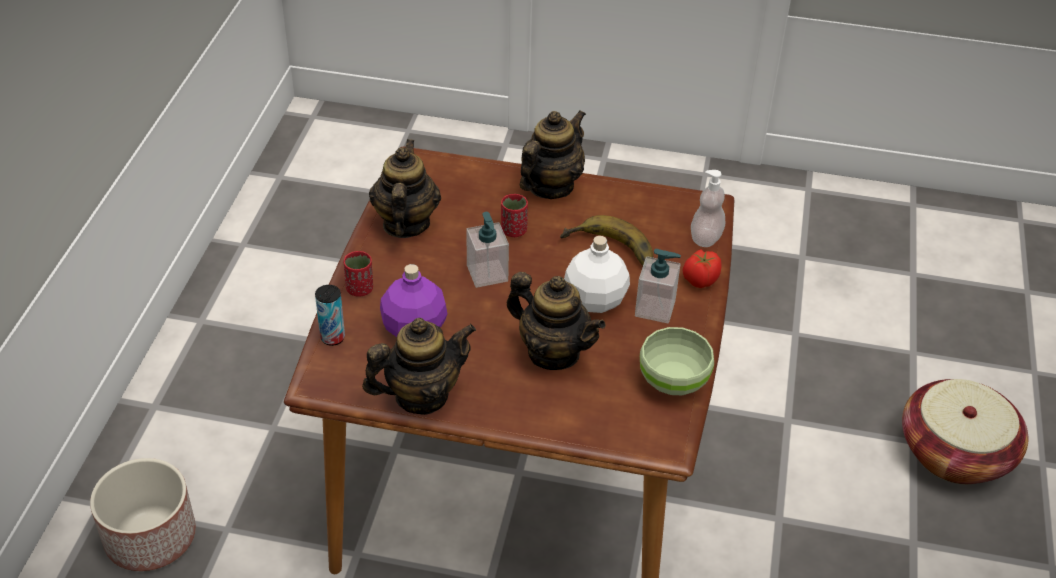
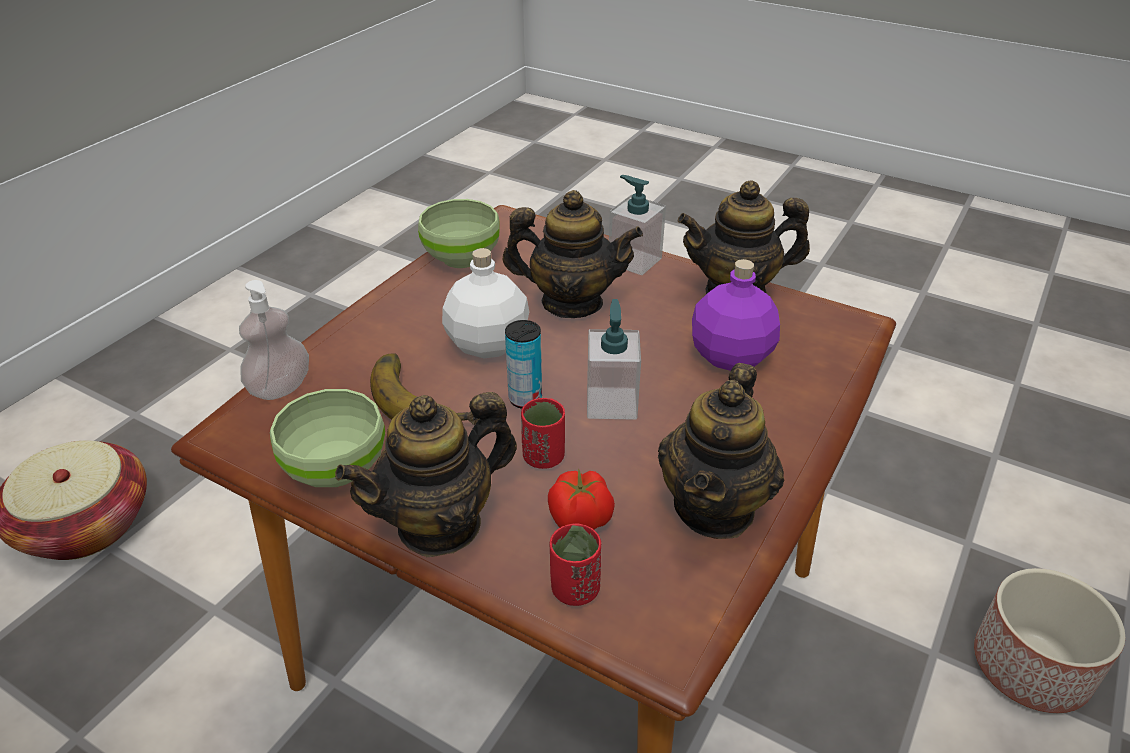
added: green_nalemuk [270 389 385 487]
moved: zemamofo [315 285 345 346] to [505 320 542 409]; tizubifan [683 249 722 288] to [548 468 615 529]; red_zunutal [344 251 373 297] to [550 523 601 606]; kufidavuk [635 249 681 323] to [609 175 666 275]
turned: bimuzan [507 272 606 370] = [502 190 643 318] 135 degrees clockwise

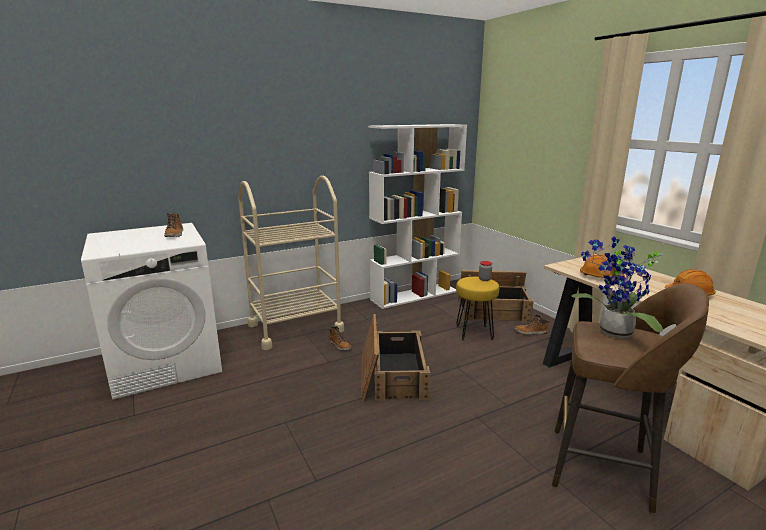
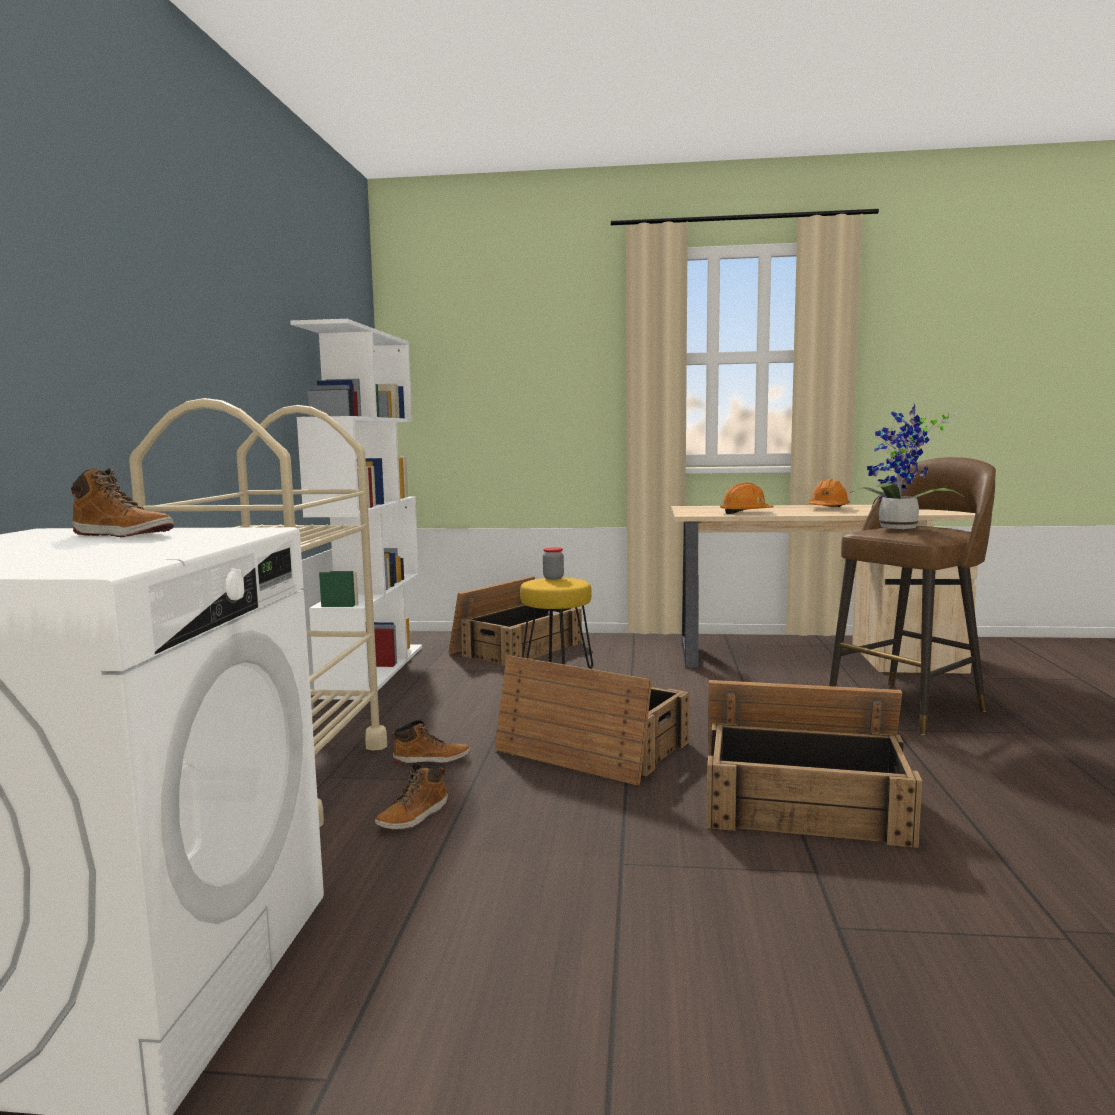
added: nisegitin [706 680 922 848]
moved: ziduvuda [515 315 549 335] to [375 764 448 830]

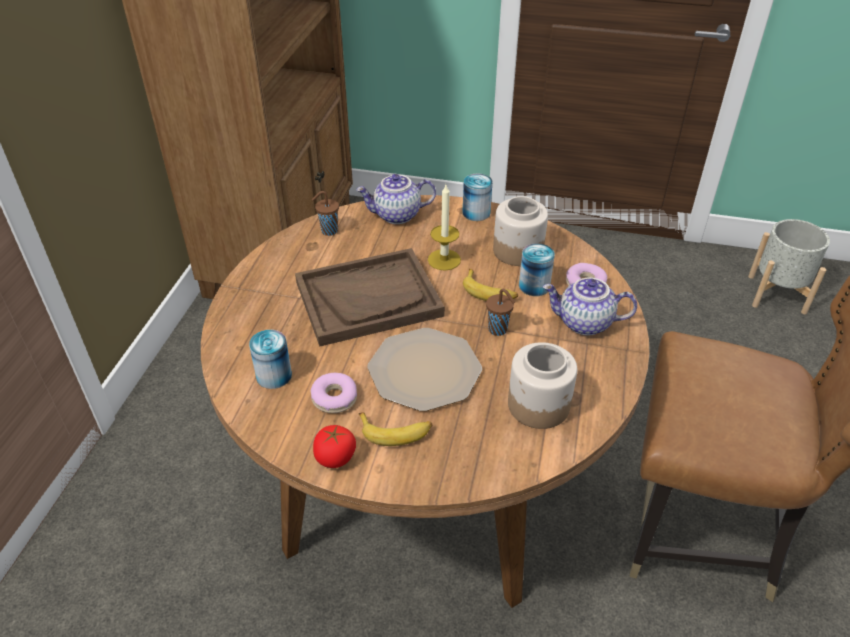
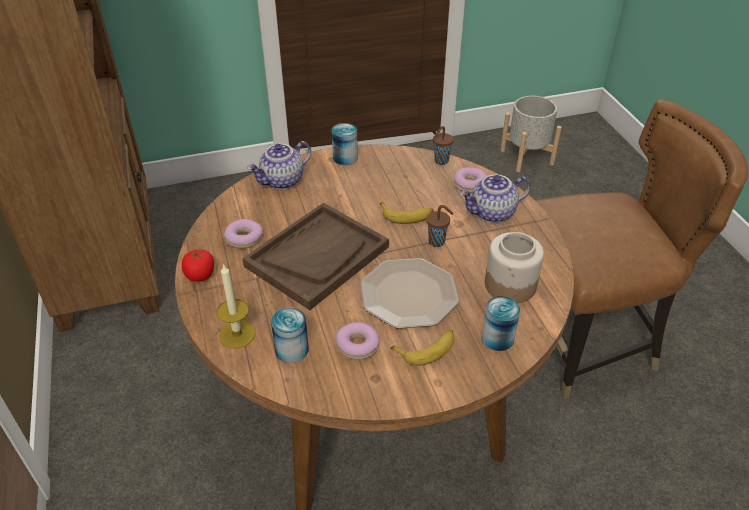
removed: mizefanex [493 196 548 266]
added: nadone [224 219 263 248]
moved: tizubifan [313 425 356 468] to [182 250 214 282]; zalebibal [428 185 461 271] to [217 263 256 348]; brown_zunutal [312 191 339 236] to [433 126 454 165]; zemamofo [519 243 555 296] to [481 296 520 351]

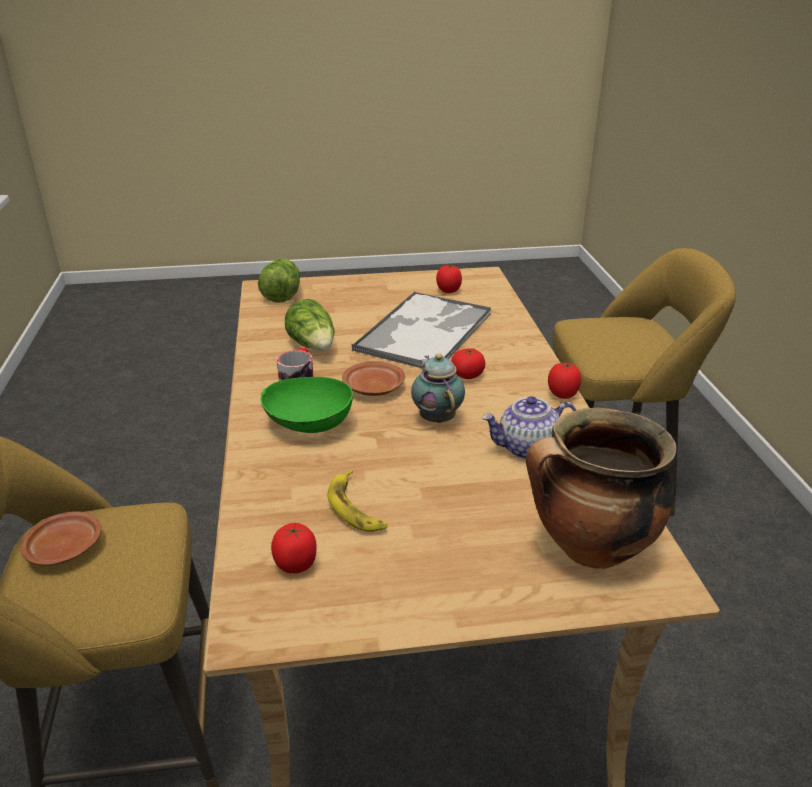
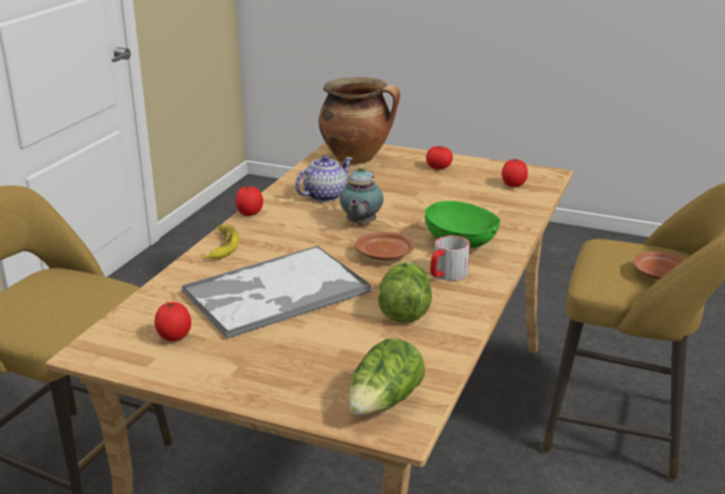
moved: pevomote [327 470 387 532] to [201 225 239 259]; tizubifan [451 348 485 379] to [426 146 453 169]
turned: bimuzan [482 396 576 459] = [295 155 353 202] 60 degrees counterclockwise

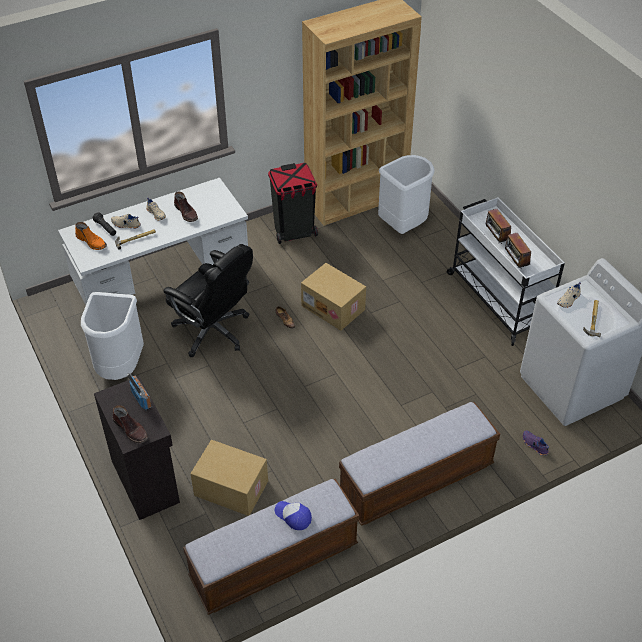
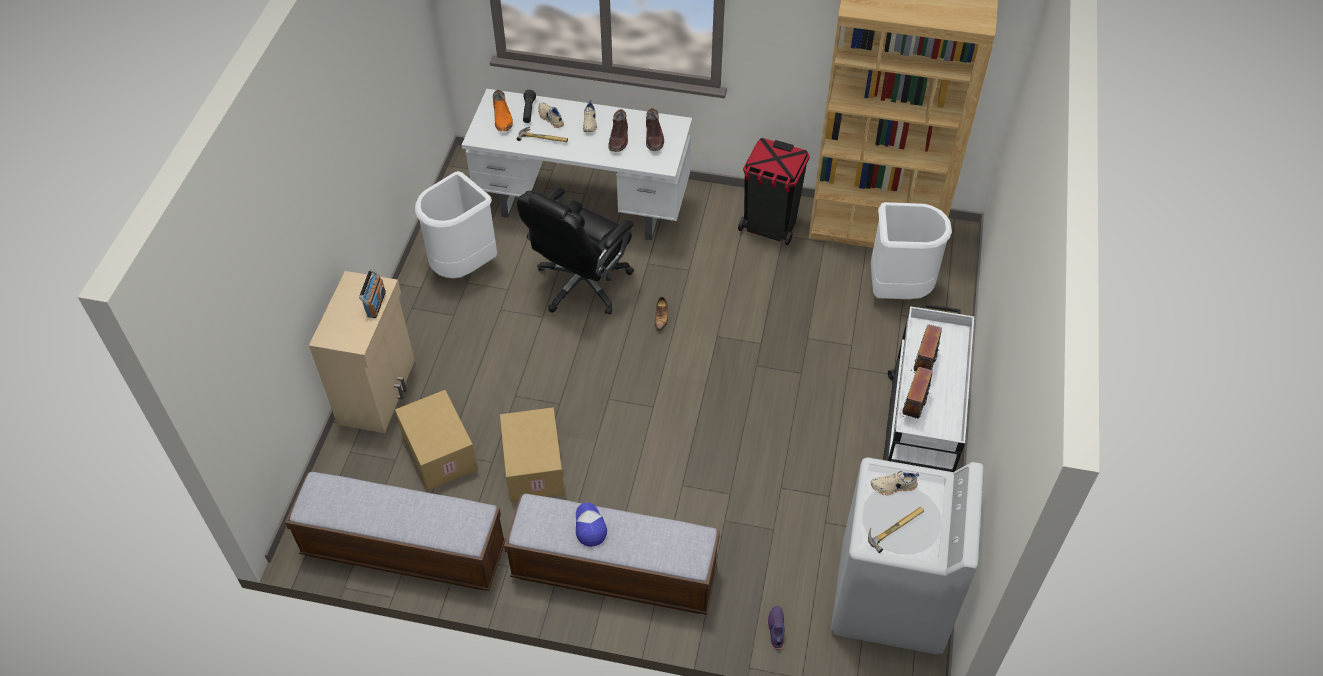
moved: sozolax [301 263 366 331] to [500 407 565 502]; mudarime [275 501 312 530] to [576 502 607 547]; brown_ziduvuda [113 405 148 443] to [646 108 664 151]
recoloured: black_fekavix [94 376 180 520] to beige_fekavix [309 271 415 433]
turned: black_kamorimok [163 244 253 357] = [517 187 634 314] 45 degrees clockwise

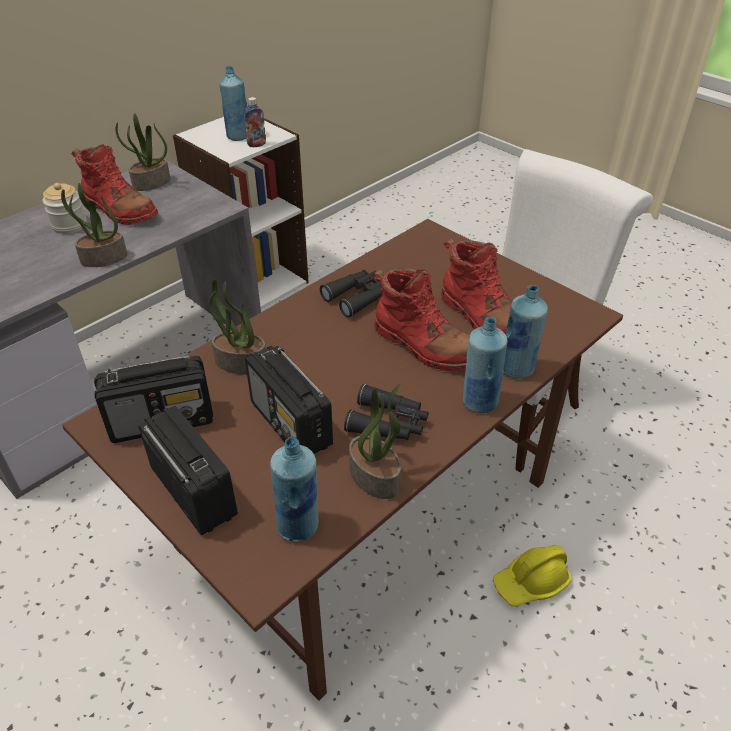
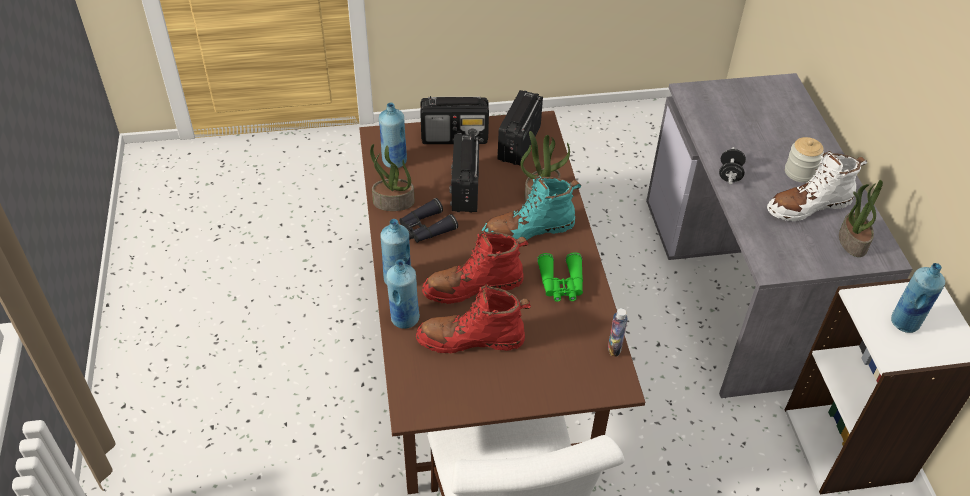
removed: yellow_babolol [493 545 572 606]
added: turquoise_ziduvuda [482 174 581 240]
moved: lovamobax [244 97 266 147] to [608 308 628 356]
replaced: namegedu [61 183 127 267] to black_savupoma [719 147 746 185]
recoloured: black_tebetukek [320 270 383 318] to green_tebetukek [537 252 583 302]; red_ziduvuda [71 144 158 225] to white_ziduvuda [767 151 867 222]
turned: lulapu [245 346 333 454] = [450 134 479 213] 90 degrees counterclockwise

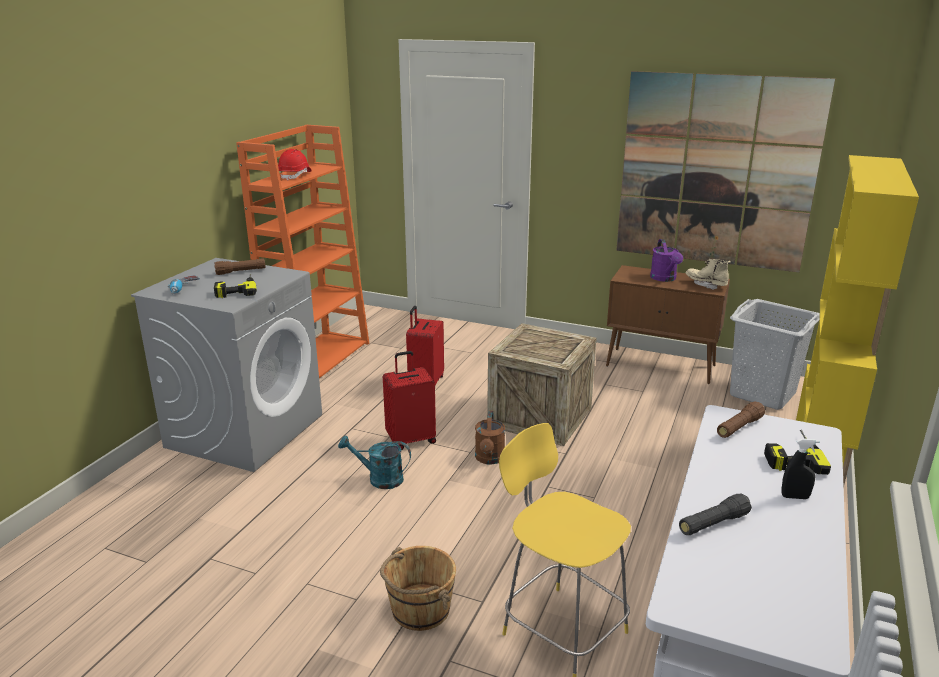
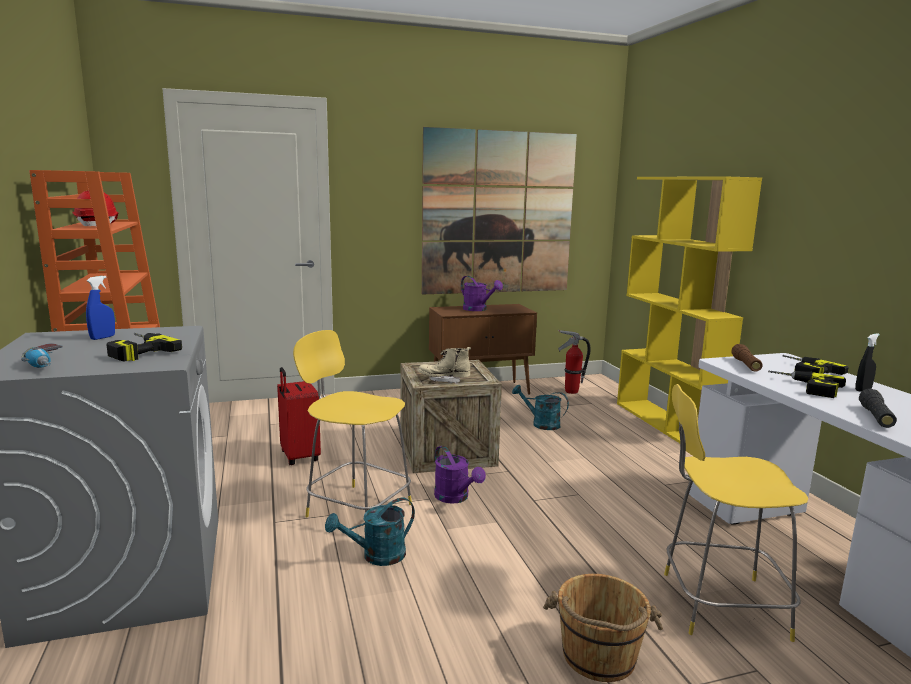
added: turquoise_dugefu [512 385 569 430]; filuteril [768 370 846 398]
moved: beige_ziduvuda [686 259 731 290] to [418 347 471 384]
replaced: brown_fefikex [214 258 265 275] to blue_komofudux [86 276 115 340]; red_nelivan [383 351 436 450] to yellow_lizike [293 330 412 517]; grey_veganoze [730 299 820 410] to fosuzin [558 330 591 394]
recoloured: brown_dugefu [475 411 505 465] to purple_dugefu [434 446 486 504]

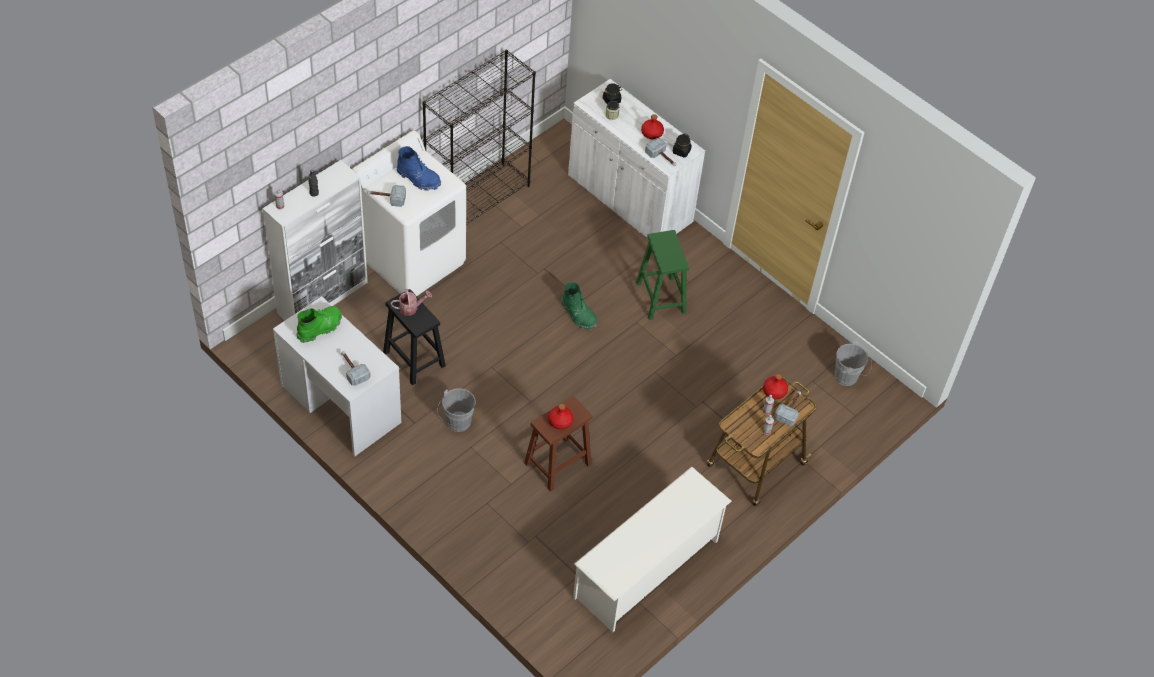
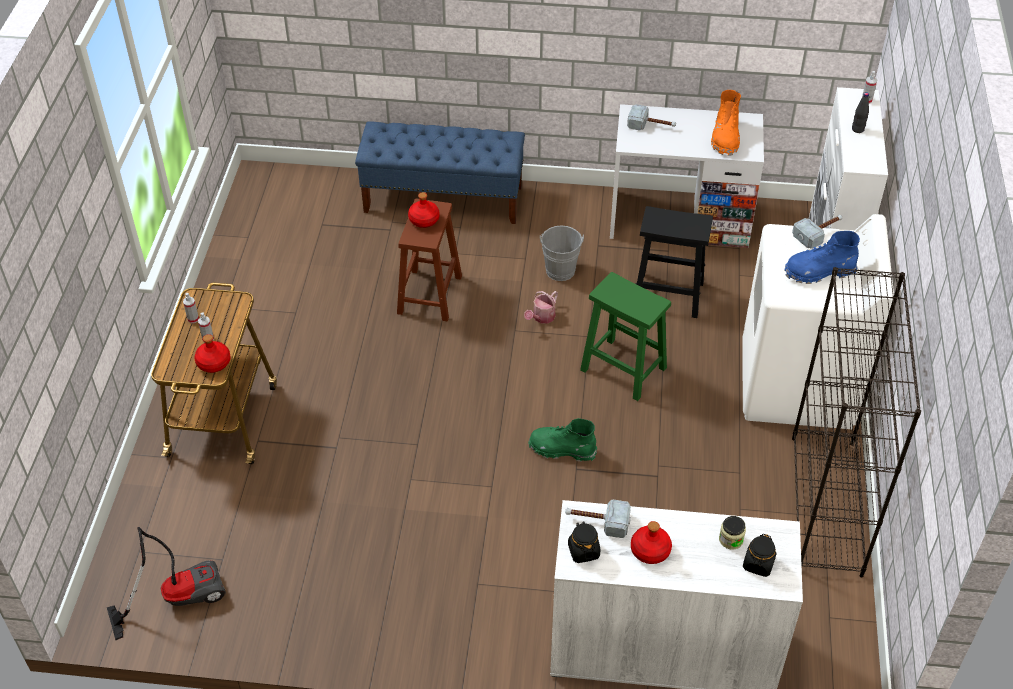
removed: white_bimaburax [573 467 731 632]; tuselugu [774 391 801 426]
added: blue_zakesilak [355 121 525 224]
moved: dugefu [391 289 432 316] to [524 291 558 324]; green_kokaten [636 230 689 320] to [580 272 671 401]
replaced: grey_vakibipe [835 341 872 386] to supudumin [107 527 226 640]
recoloured: green_ziduvuda [296 306 342 343] to orange_ziduvuda [711 90 741 156]

